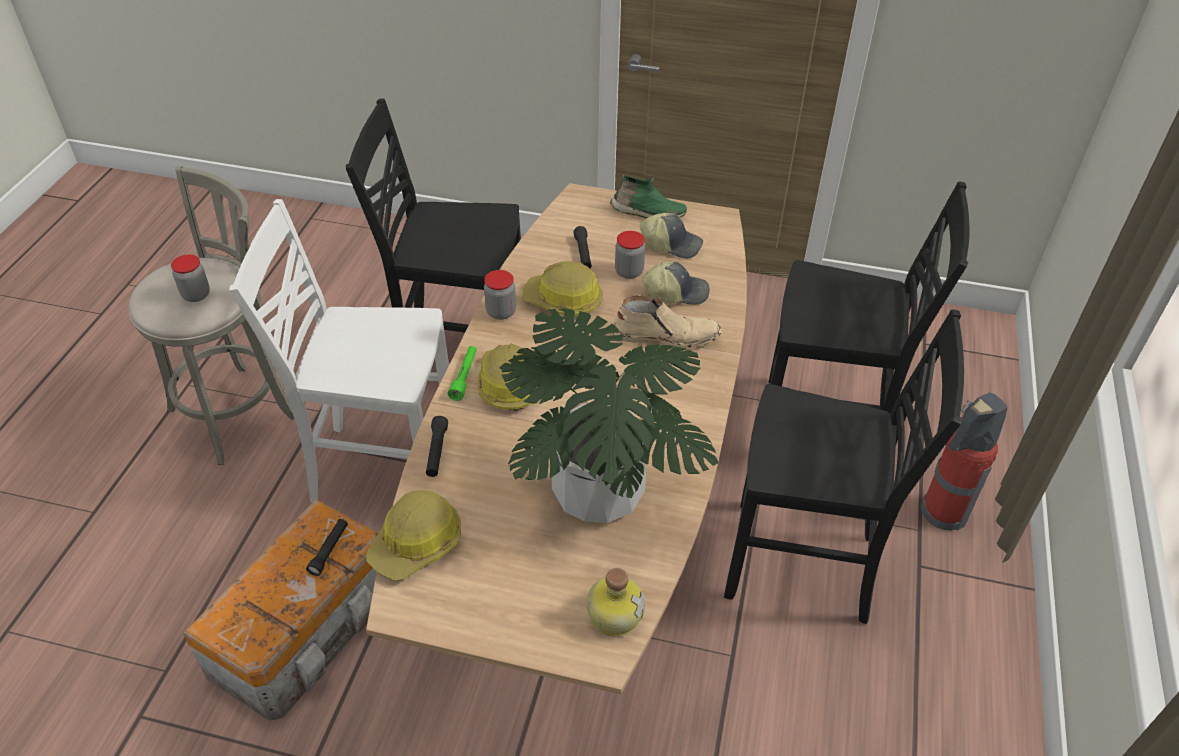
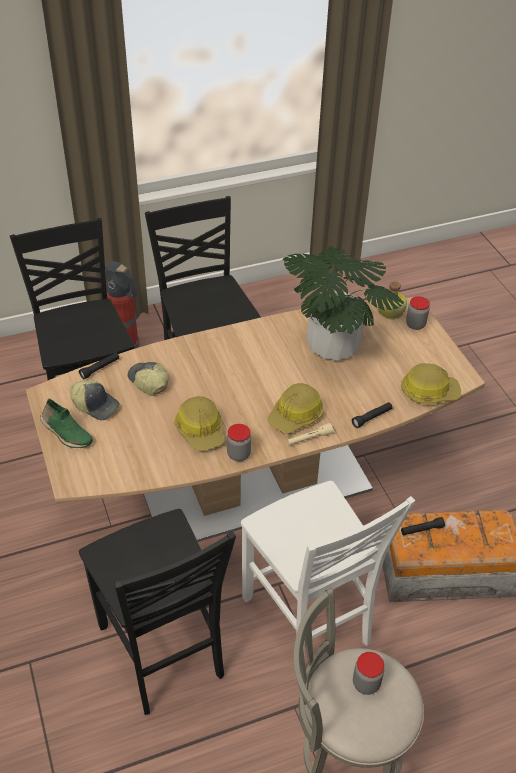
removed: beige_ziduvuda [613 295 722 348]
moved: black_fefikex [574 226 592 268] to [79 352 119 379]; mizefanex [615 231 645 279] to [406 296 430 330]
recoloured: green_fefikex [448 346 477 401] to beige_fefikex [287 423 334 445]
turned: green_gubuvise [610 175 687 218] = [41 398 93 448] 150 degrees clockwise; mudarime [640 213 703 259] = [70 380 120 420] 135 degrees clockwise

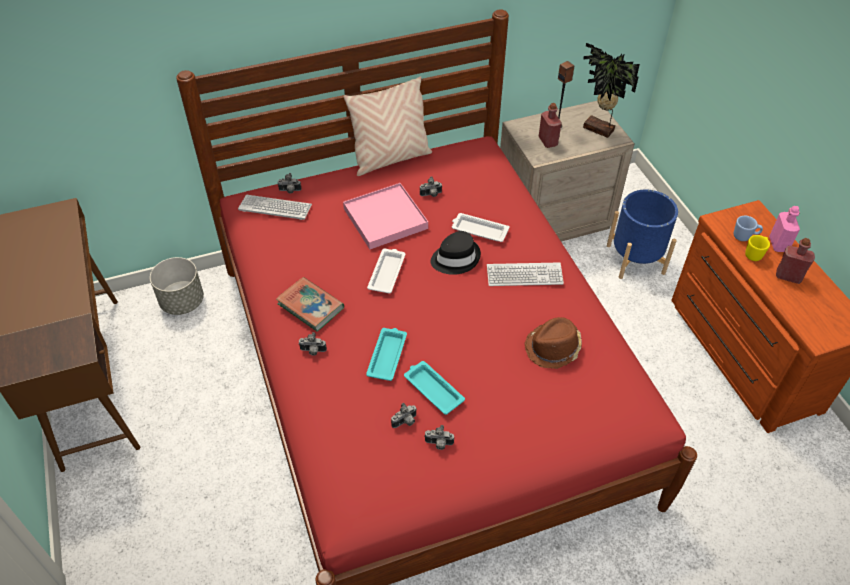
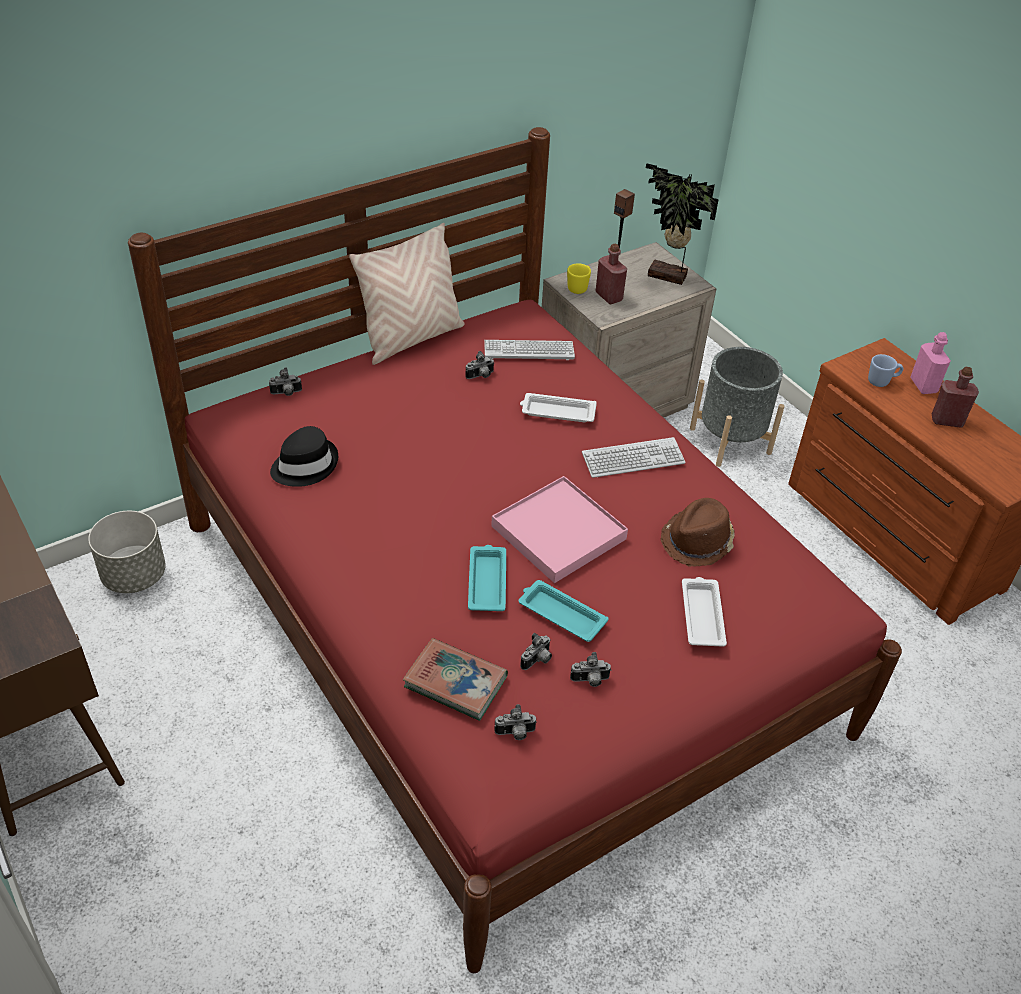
moved: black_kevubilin [431 231 481 275] to [270 426 338 487]; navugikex [276 277 344 332] to [403 638 508 721]; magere [238 195 312 220] to [484 340 575 360]; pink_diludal [343 183 428 249] to [491 476 628 583]; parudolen [299 332 327 356] to [494 704 537 740]; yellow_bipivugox [745 235 770 261] to [567 263 591 294]; white_diludal [367 248 406 294] to [682 577 727 647]
recoloured: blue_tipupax [607 190 678 279] to grey_tipupax [690 347 785 467]

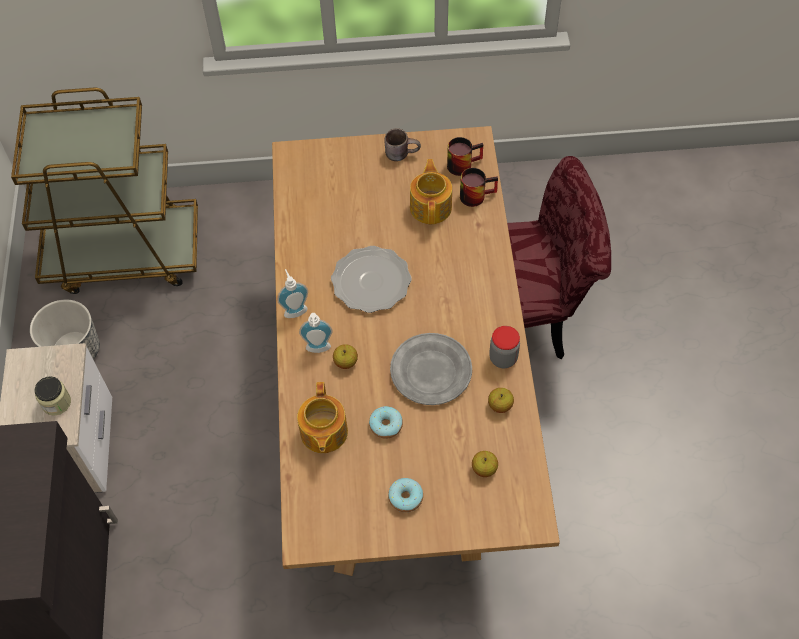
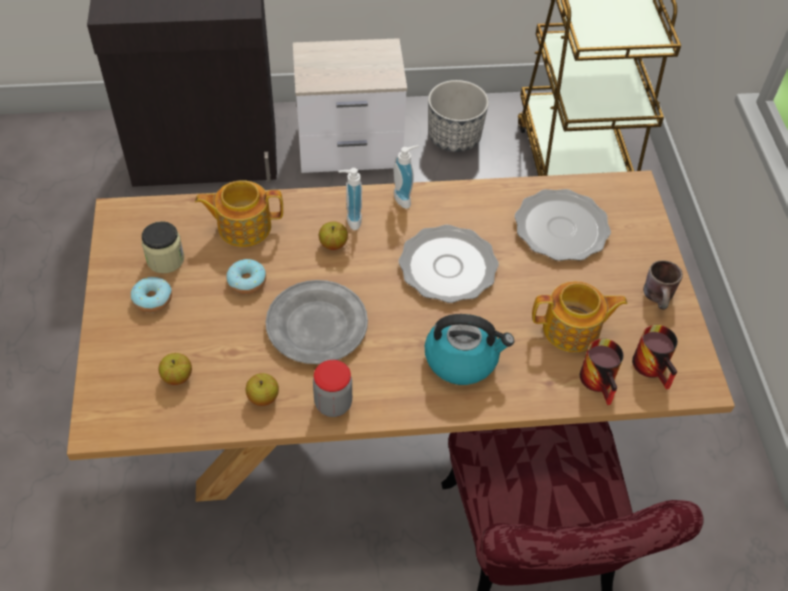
added: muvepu [425 314 514 385]; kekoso [514 189 611 261]
moved: mizefanex [35 376 71 416] to [142 221 184 273]

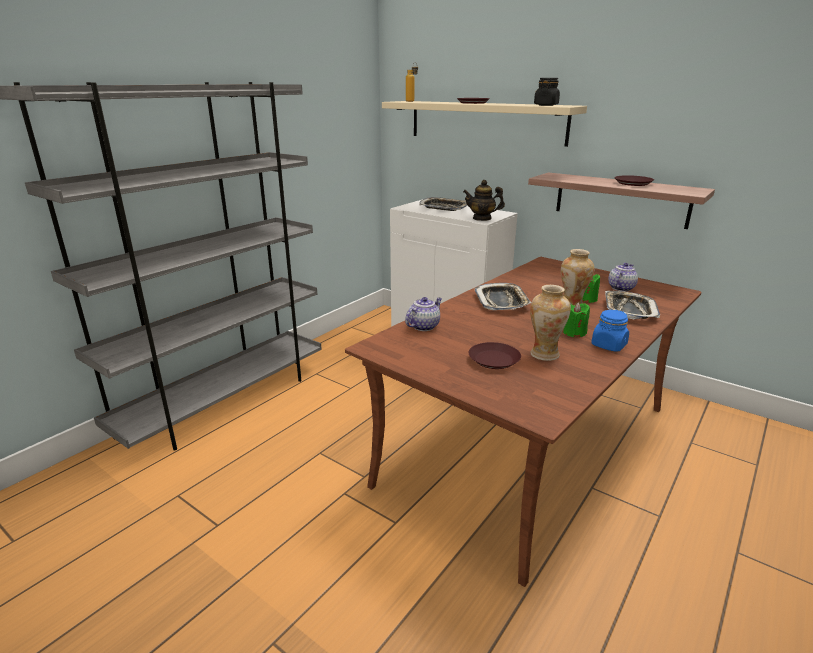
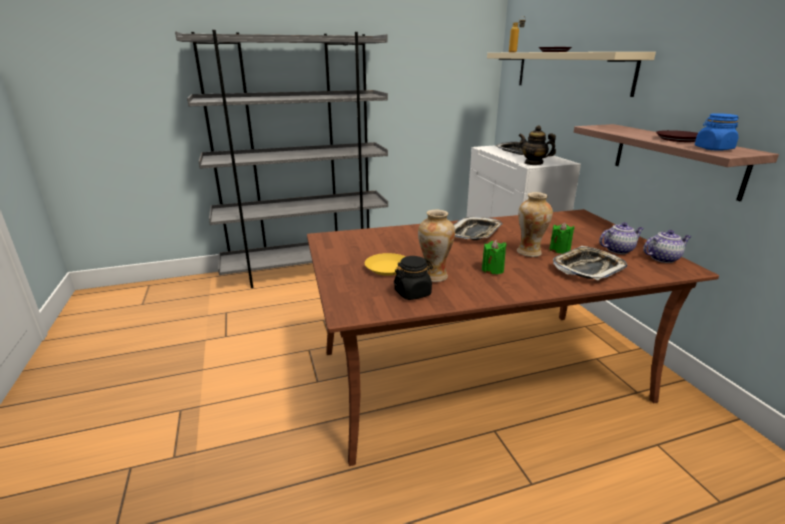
moved: black_mizefanex [534 78 560 106] to [394 256 433 300]; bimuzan [405 297 442 331] to [643 230 692 263]; blue_mizefanex [591 310 629 352] to [695 113 739 151]
recoloured: brown_kekoso [469 342 521 369] to yellow_kekoso [365 253 405 276]

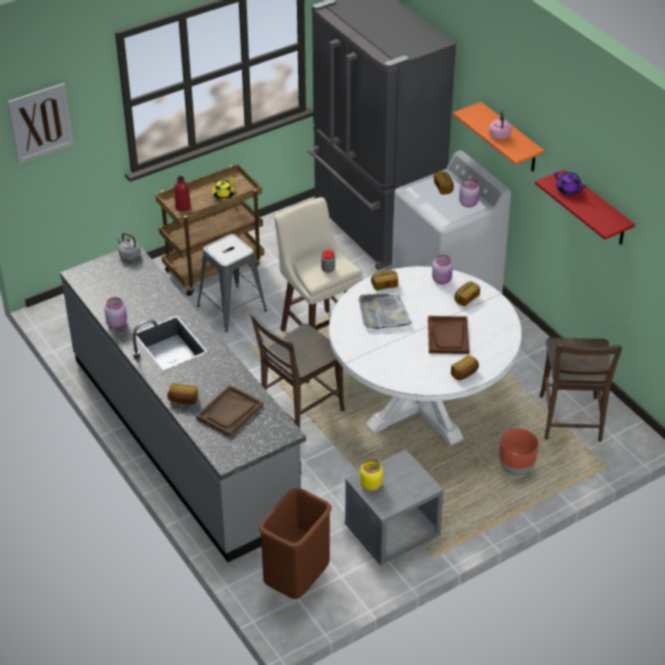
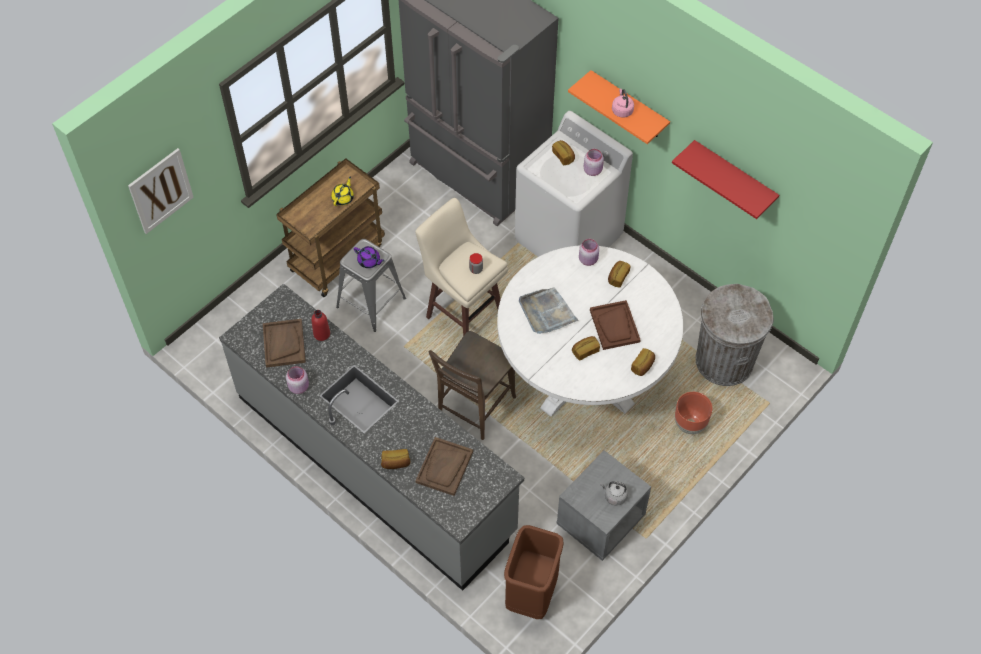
removed: yellow_mizefanex [360 459 383 491]
added: brown_diludal [263 319 306 368]
moved: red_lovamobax [174 176 191 212] to [311 310 330 341]; purple_bimuzan [554 172 587 195] to [354 246 385 268]; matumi [371 270 398 291] to [572 336 600 361]; grey_muvepu [116 233 141 260] to [600 481 628 506]
replaced: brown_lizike [540 337 622 442] to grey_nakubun [695 284 774 386]

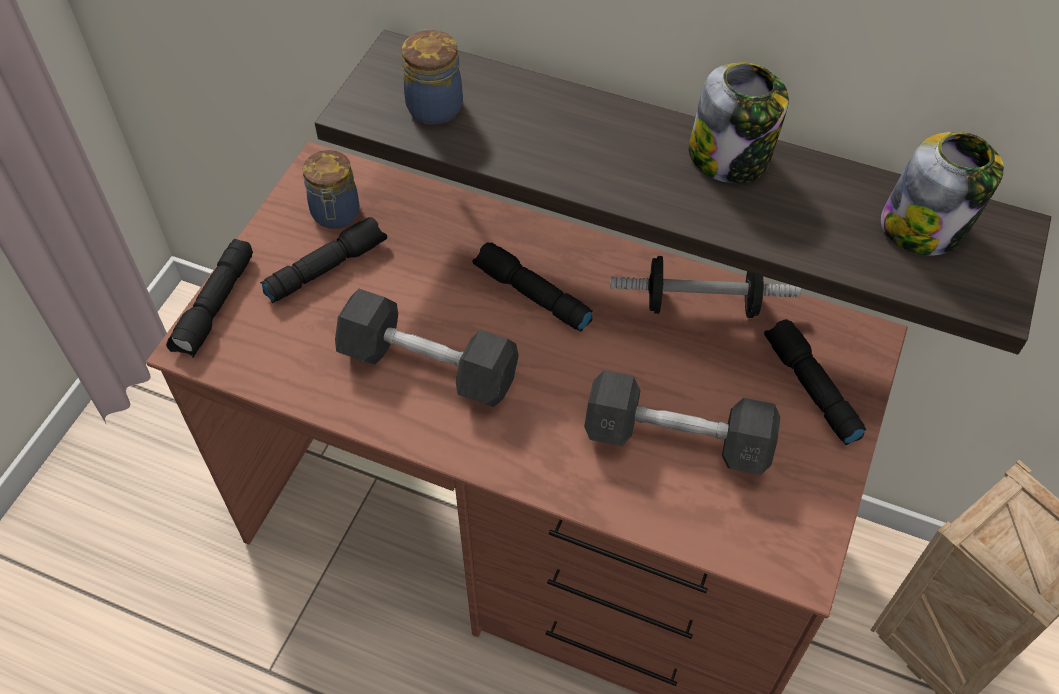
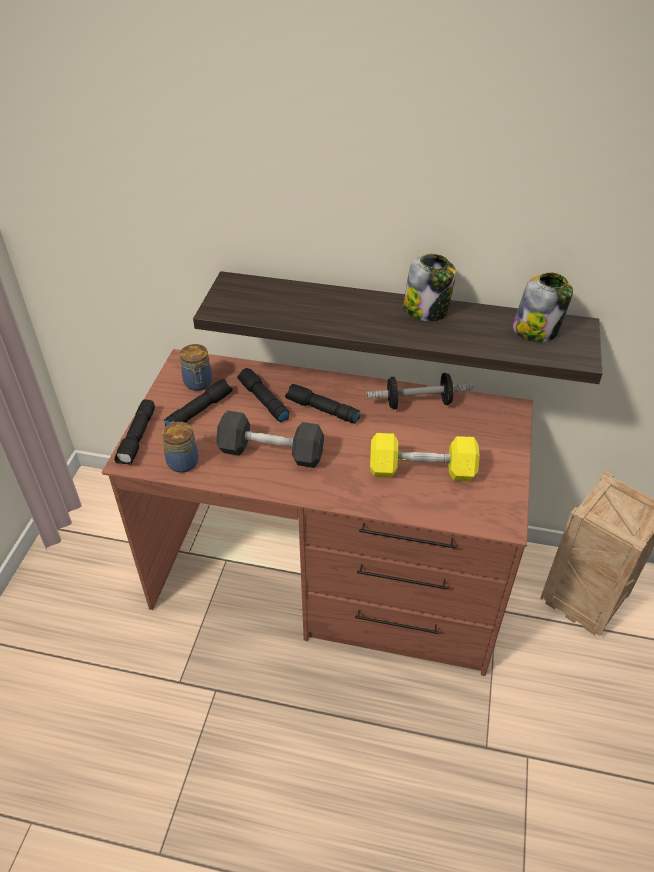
moved: mizefanex [402 29 463 125] to [162 422 199 473]; black_fefikex [764 319 867 445] to [237 368 289 422]
recoloured: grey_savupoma [584 370 781 475] to yellow_savupoma [370 433 480 481]

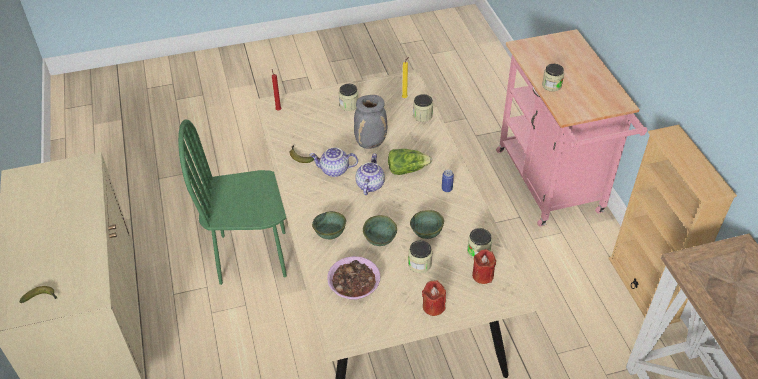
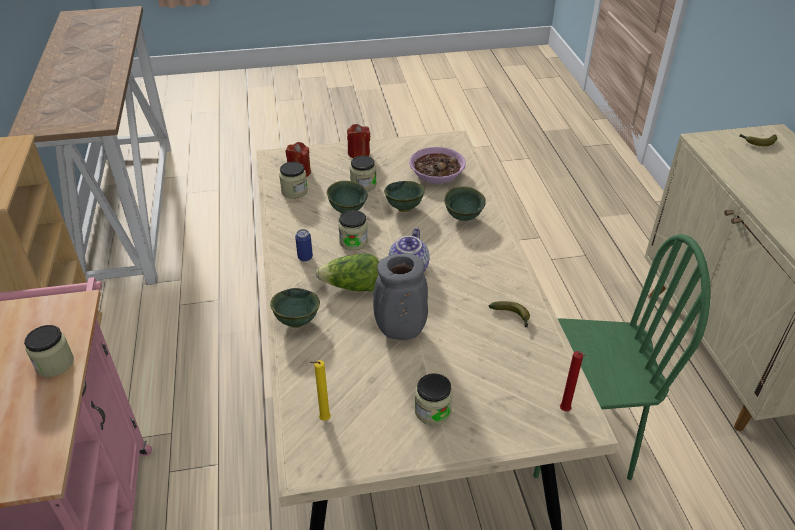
removed: bimuzan [310 147 358 177]
added: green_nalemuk [270 288 320 328]
moved: mizefanex [413 94 433 122] to [338 210 368 251]

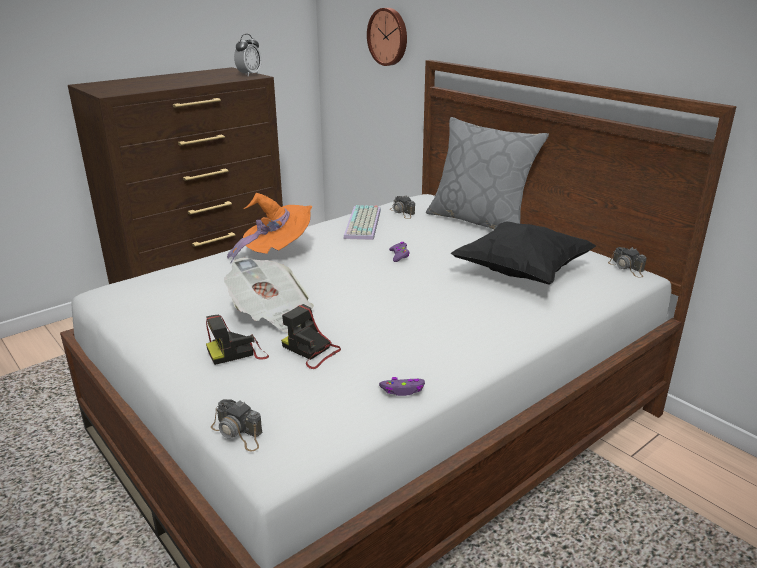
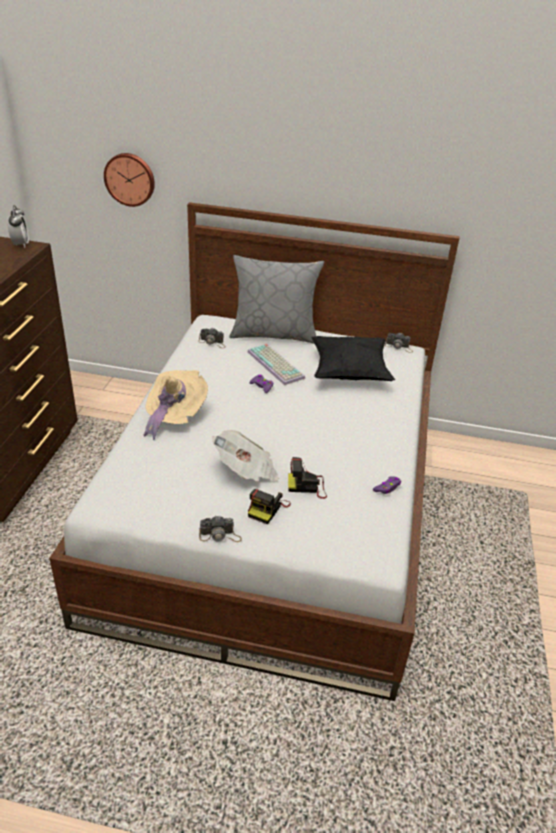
moved: parudolen [211 399 263 451] to [199 516 242 542]; magere [343 205 381 240] to [248 344 305 385]
recoloured: orange_kevubilin [227 193 313 263] to beige_kevubilin [143 370 208 440]

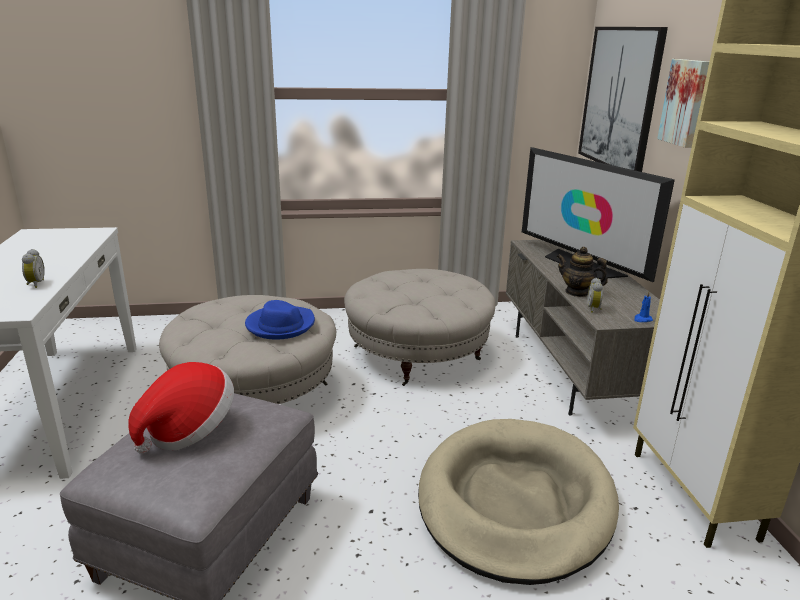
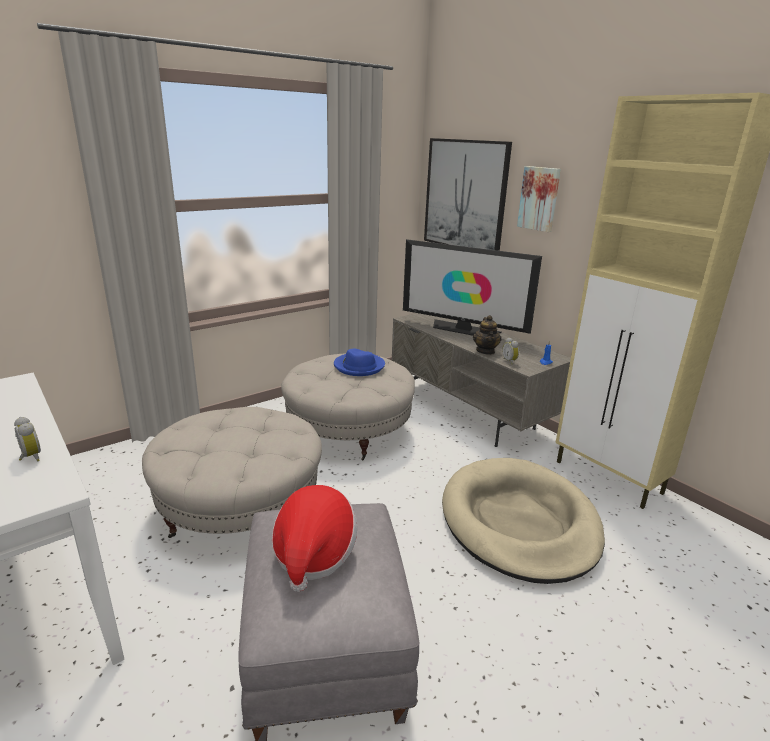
moved: blue_kevubilin [245 300 315 340] to [334 349 385 376]
turned: bimuzan [557 247 608 297] = [473 315 502 355] 90 degrees counterclockwise

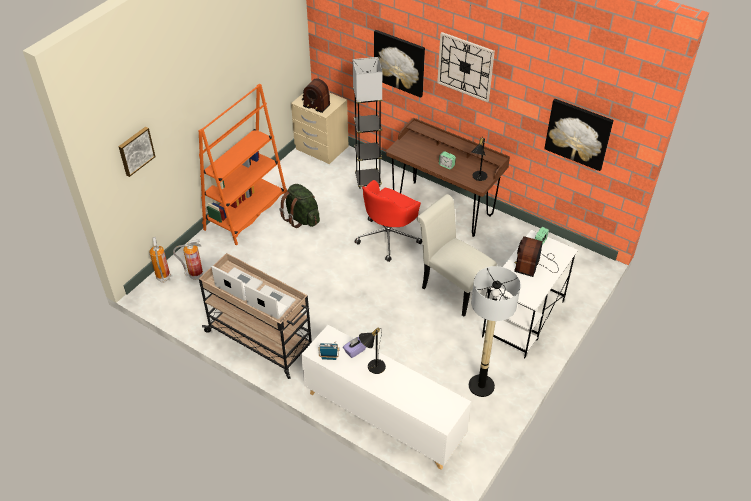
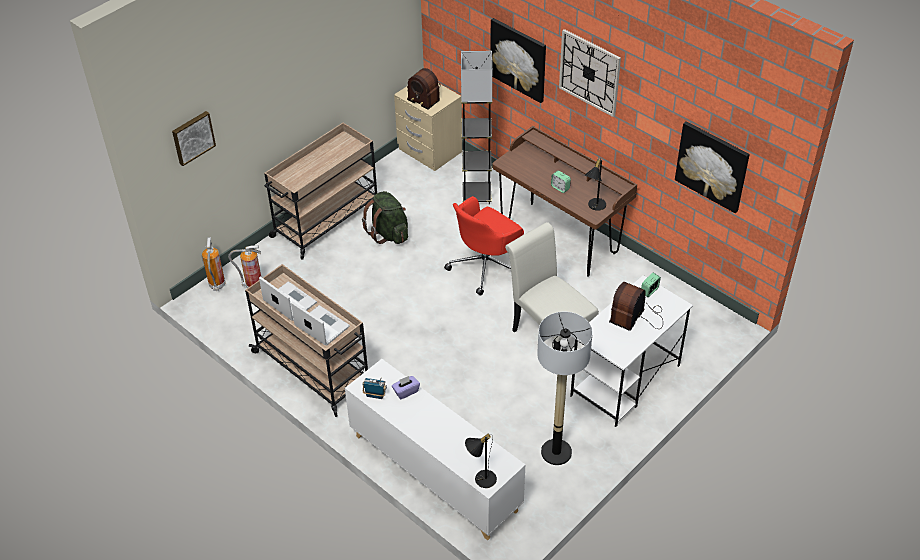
moved: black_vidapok [359 328 386 374] to [465 434 497 488]
replaced: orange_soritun [199 84 287 245] to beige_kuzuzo [264 123 377 259]

